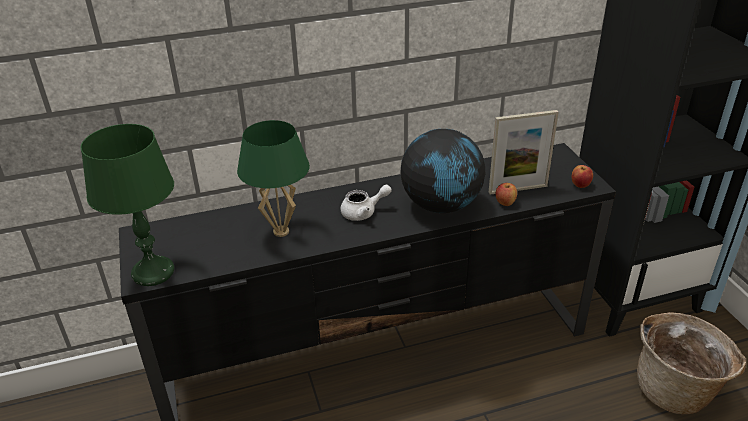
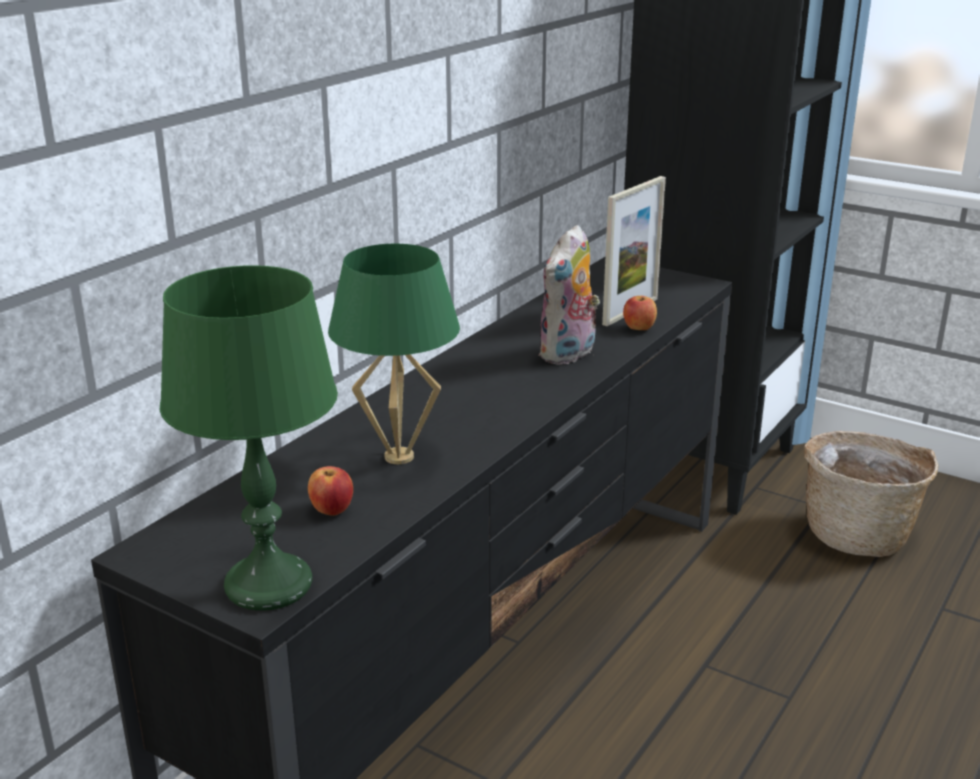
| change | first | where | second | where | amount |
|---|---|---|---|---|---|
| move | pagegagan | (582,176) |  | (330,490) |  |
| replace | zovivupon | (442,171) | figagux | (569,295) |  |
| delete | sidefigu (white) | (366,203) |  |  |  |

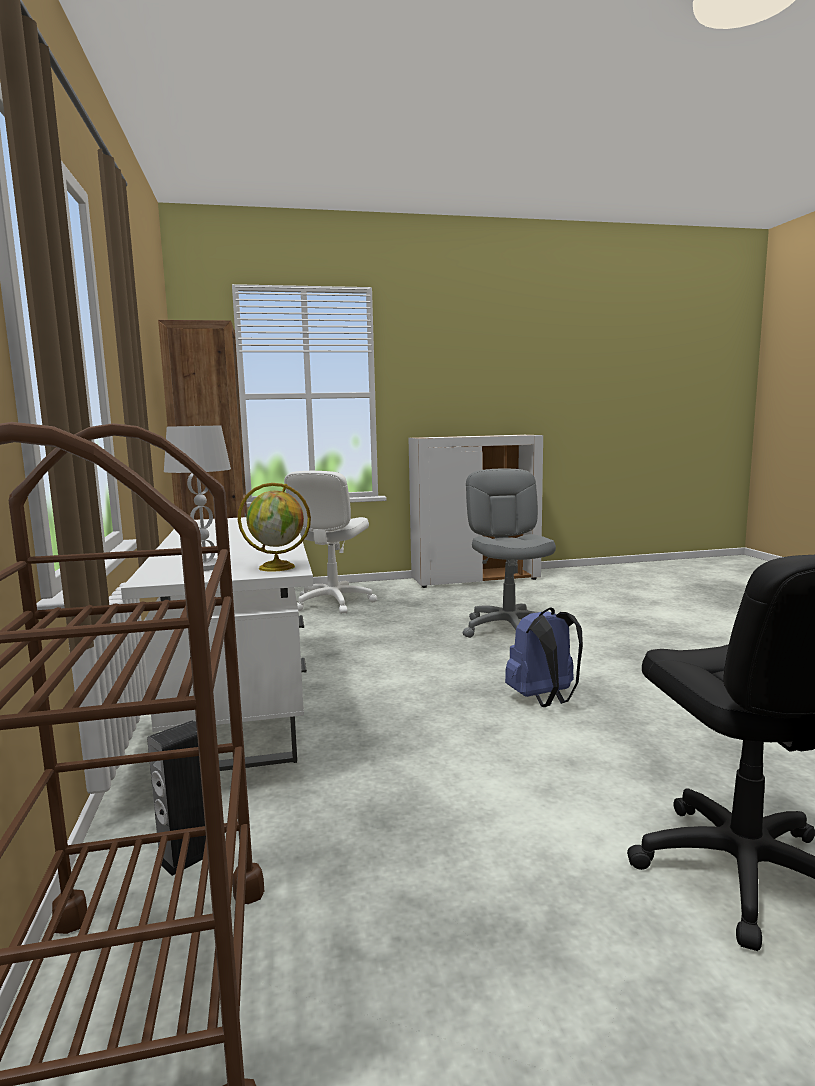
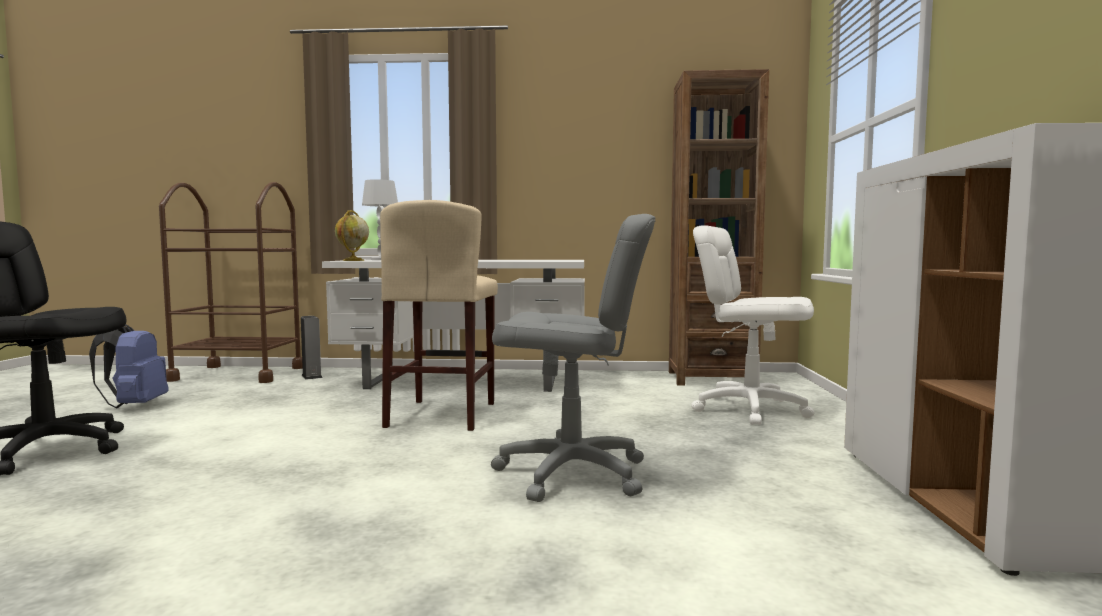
| change | first | where | second | where | amount |
|---|---|---|---|---|---|
| move | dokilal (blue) | (544,657) |  | (129,367) |  |
| insert |  |  | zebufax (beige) | (439,315) |  |

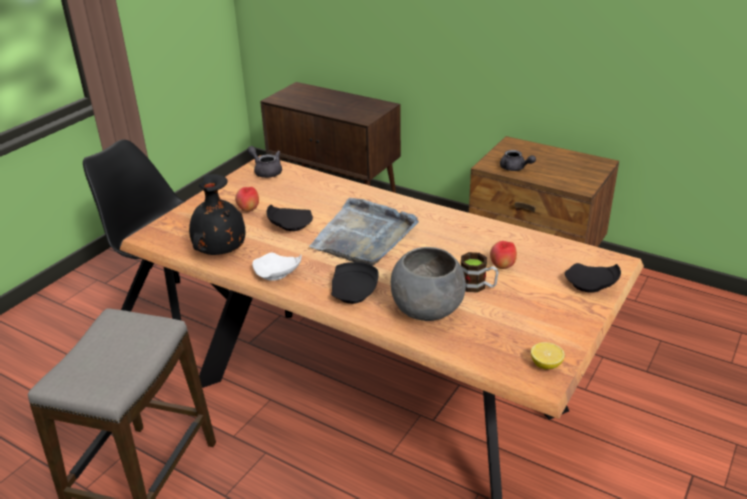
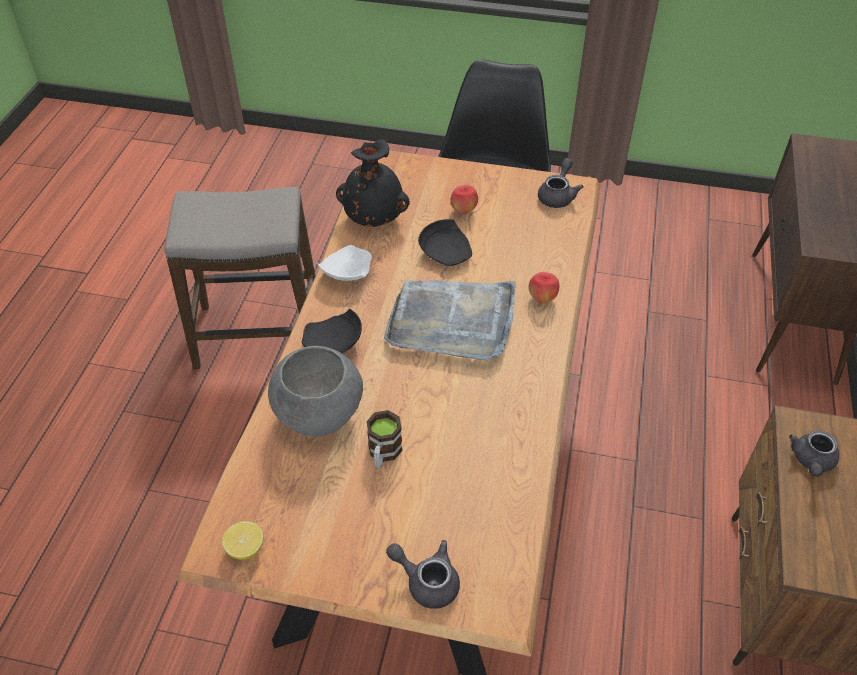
| change | first | where | second | where | amount |
|---|---|---|---|---|---|
| replace | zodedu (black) | (593,278) | sidefigu (grey) | (423,574) |  |
| move | pagegagan | (503,255) |  | (544,288) |  |

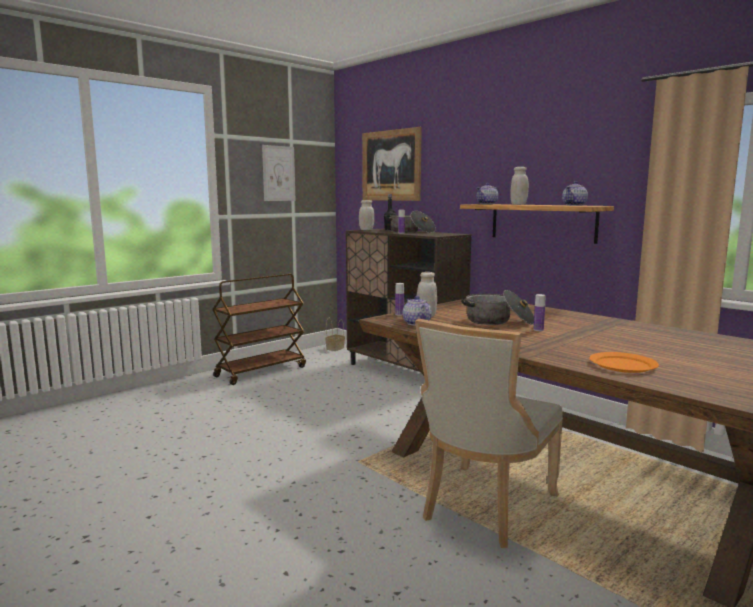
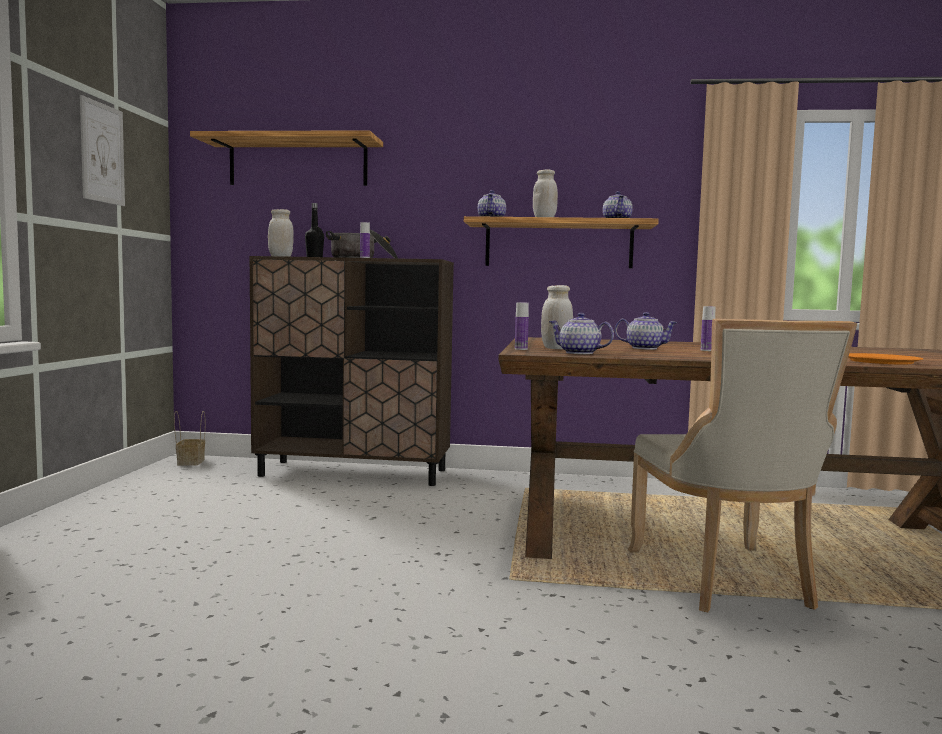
| change | first | where | second | where | amount |
|---|---|---|---|---|---|
| replace | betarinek | (392,164) | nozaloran | (286,158) |  |
| replace | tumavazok | (497,307) | sidefigu | (646,330) |  |
| delete | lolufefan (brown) | (259,329) |  |  |  |

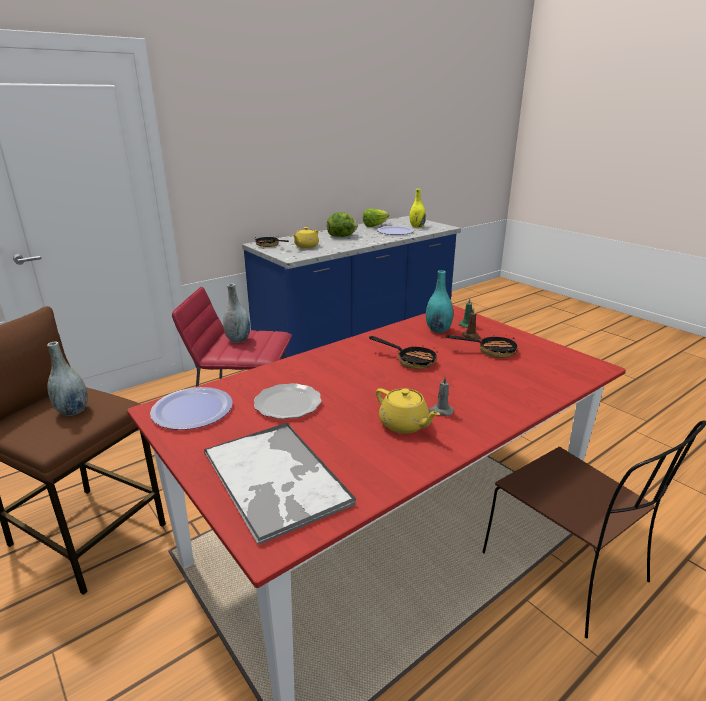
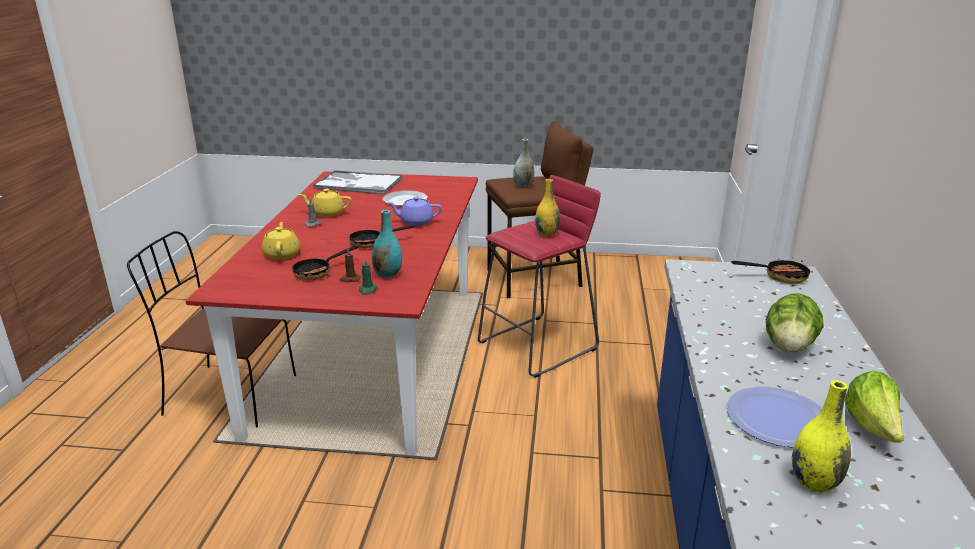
| change | first | where | second | where | amount |
|---|---|---|---|---|---|
| move | sidefigu (yellow) | (305,237) |  | (281,241) |  |
| insert |  |  | sidefigu (purple) | (415,211) |  |
| recolor | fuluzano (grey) | (236,313) | fuluzano (yellow) | (547,208) |  |
| delete | zodedu | (191,408) |  |  |  |

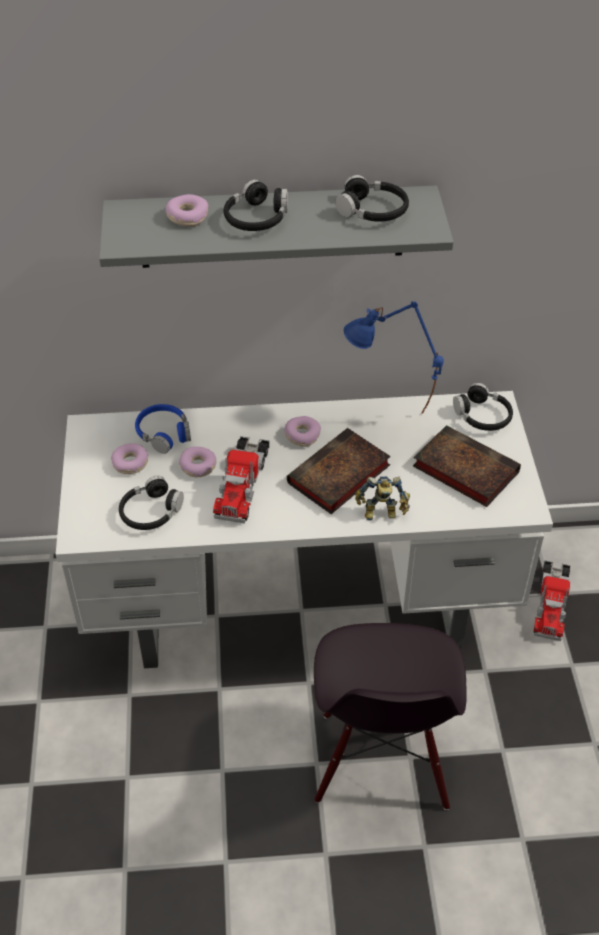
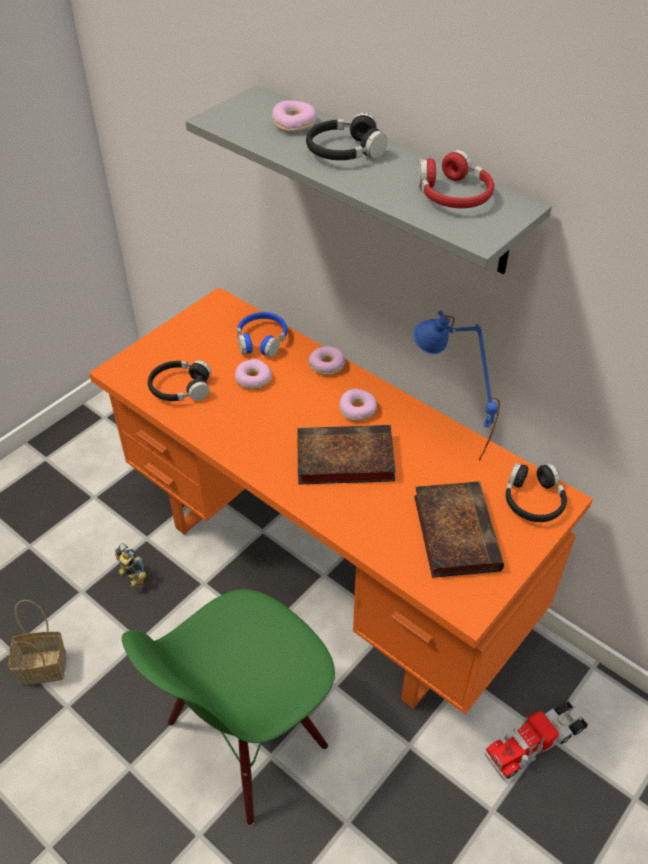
| change | first | where | second | where | amount |
|---|---|---|---|---|---|
| insert |  |  | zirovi | (37,642) |  |
| recolor | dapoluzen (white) | (304,529) | dapoluzen (orange) | (341,501) |  |
| move | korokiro | (382,498) |  | (131,565) |  |
| recolor | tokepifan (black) | (390,716) | tokepifan (green) | (228,707) |  |
| move | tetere | (129,458) |  | (327,360) |  |
| recolor | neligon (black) | (372,198) | neligon (red) | (456,179) |  |
| delete | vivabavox | (241,480) |  |  |  |

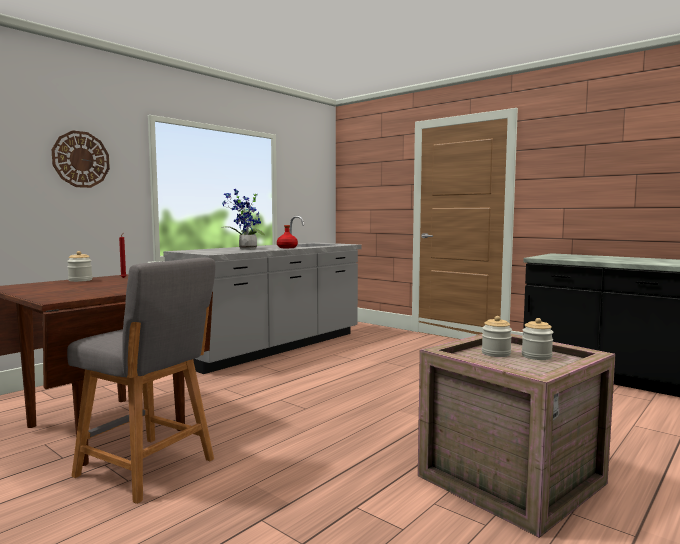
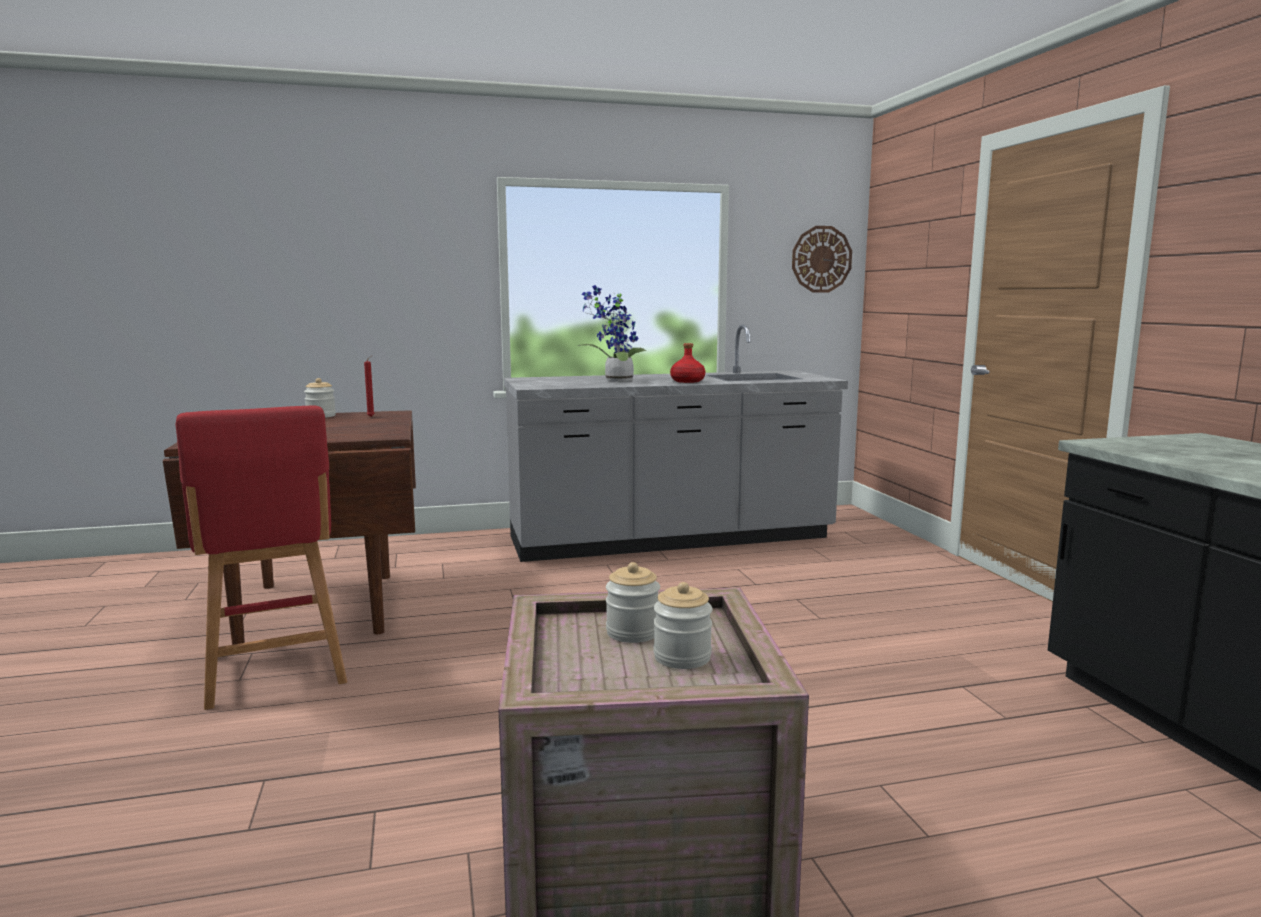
| change | first | where | second | where | amount |
|---|---|---|---|---|---|
| recolor | zebufax (grey) | (141,380) | zebufax (red) | (261,558) |  |
| move | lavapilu | (81,159) |  | (822,259) |  |

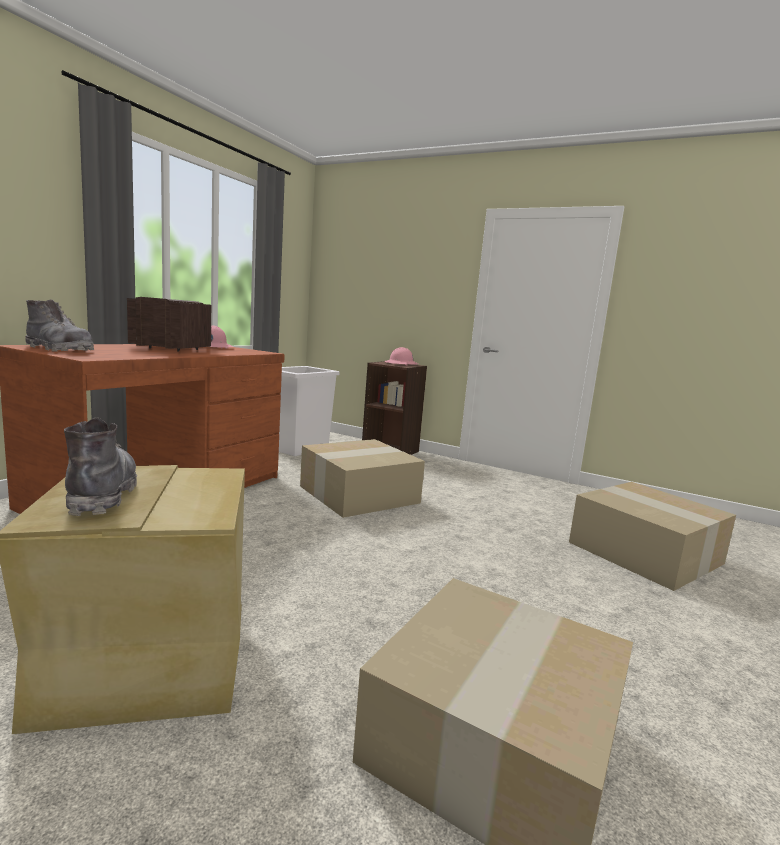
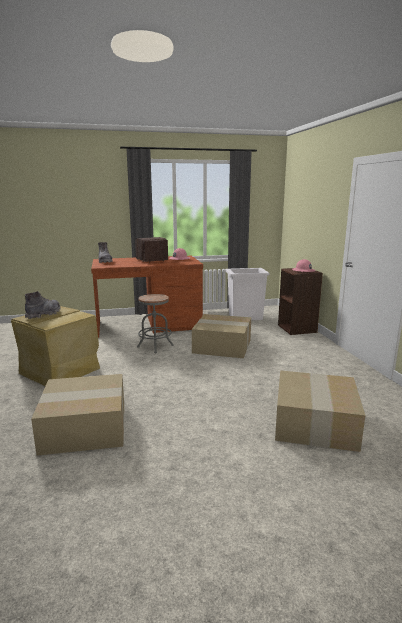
| change | first | where | second | where | amount |
|---|---|---|---|---|---|
| insert |  |  | zebufax (grey) | (155,323) |  |

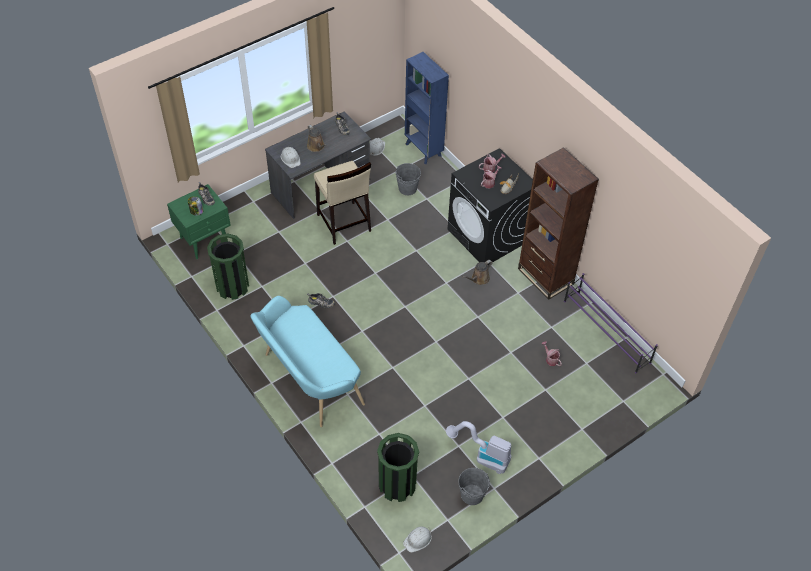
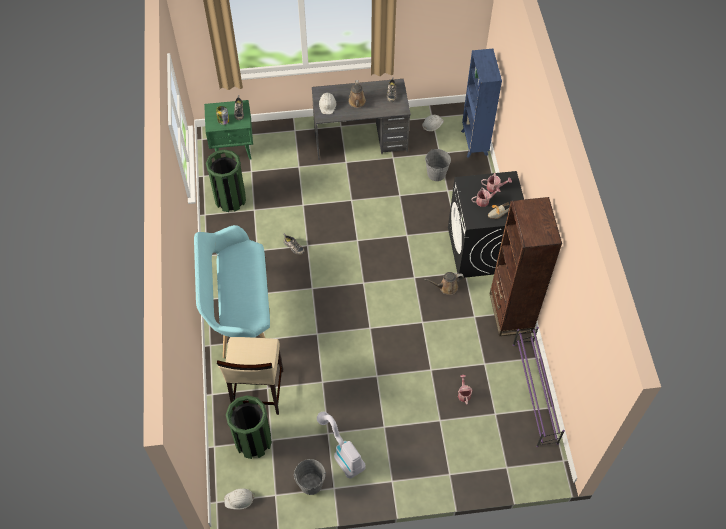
| change | first | where | second | where | amount |
|---|---|---|---|---|---|
| move | zebufax (beige) | (342,203) |  | (250,376) |  |

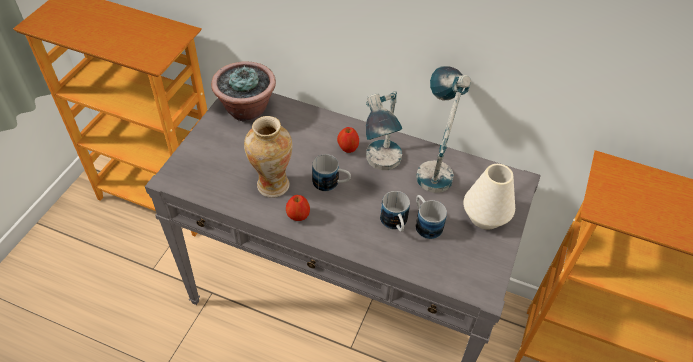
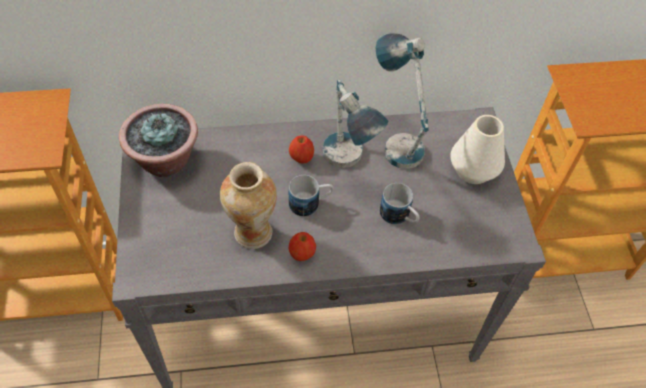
| change | first | where | second | where | amount |
|---|---|---|---|---|---|
| delete | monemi | (431,217) |  |  |  |

